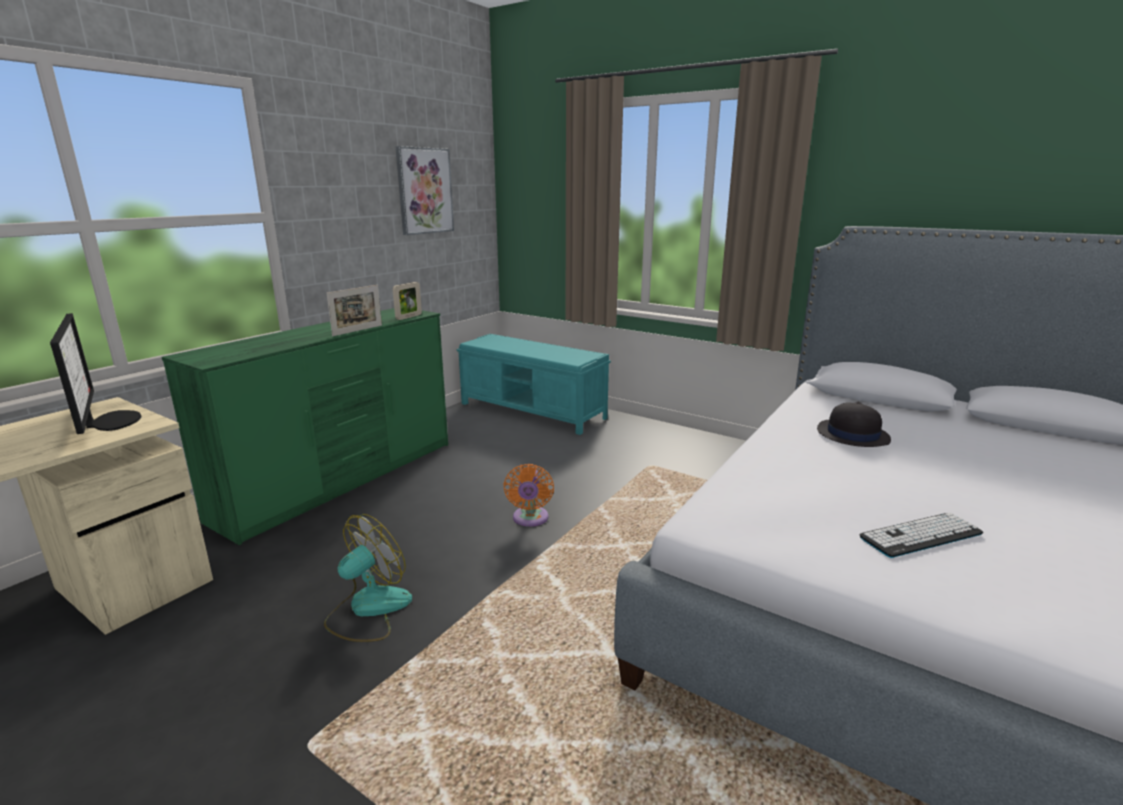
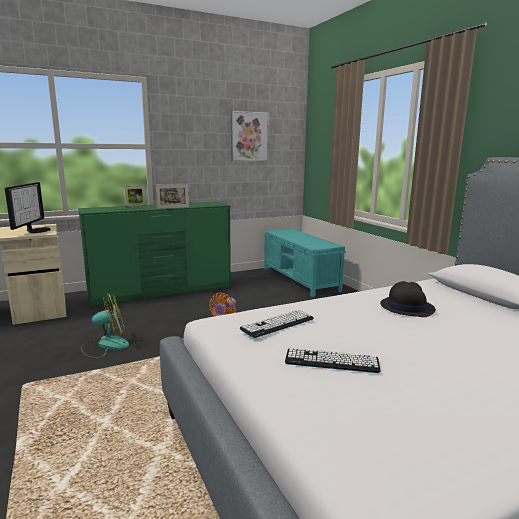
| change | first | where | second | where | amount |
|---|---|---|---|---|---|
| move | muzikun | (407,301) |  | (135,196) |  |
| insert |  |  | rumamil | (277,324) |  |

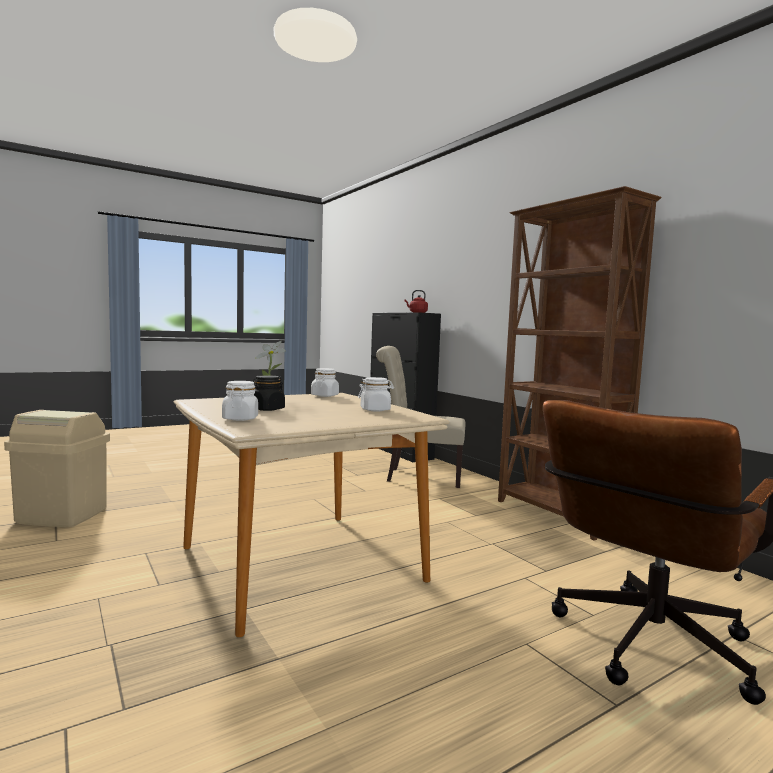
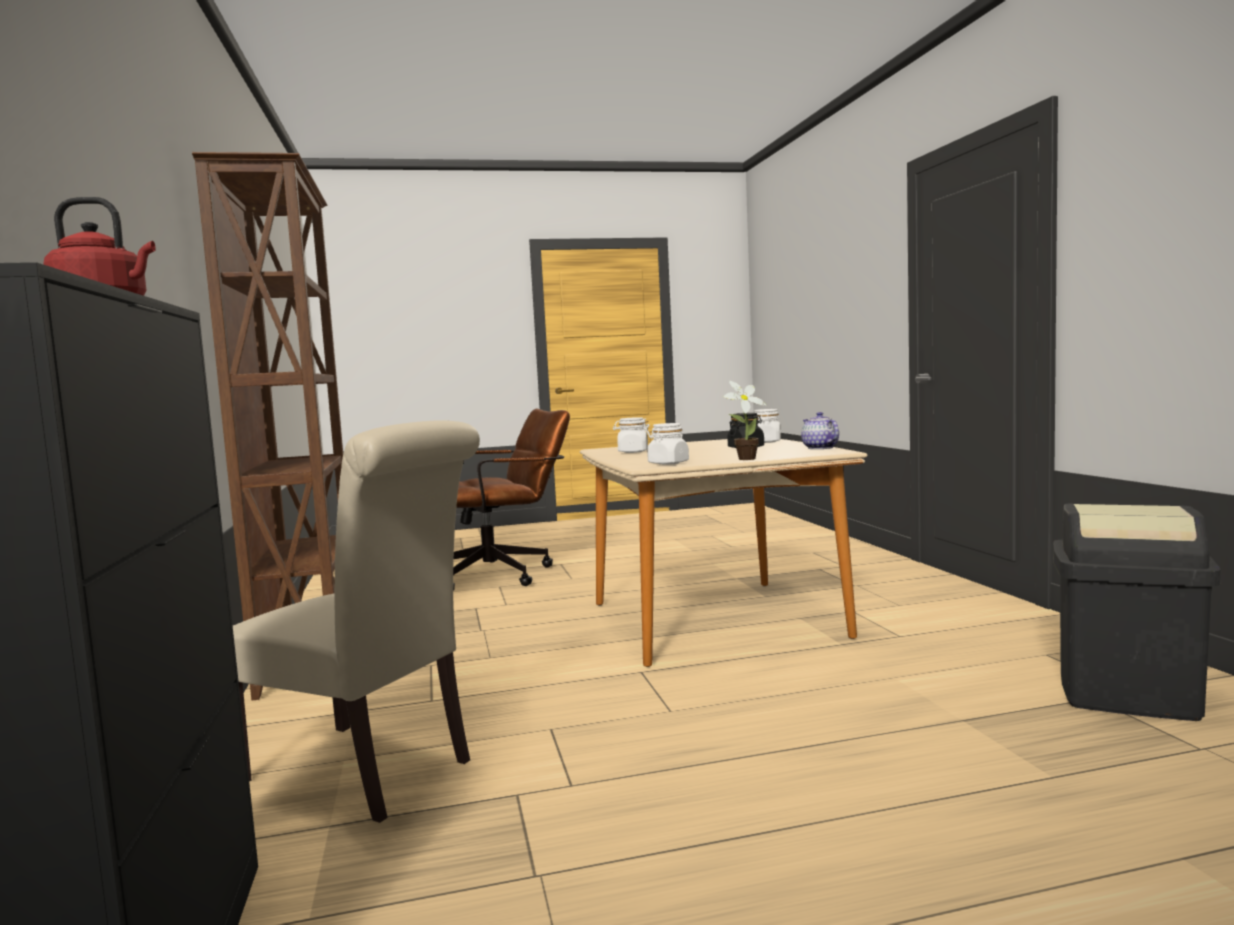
| change | first | where | second | where | amount |
|---|---|---|---|---|---|
| insert |  |  | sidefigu | (820,430) |  |
| recolor | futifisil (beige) | (57,468) | futifisil (black) | (1137,612) |  |

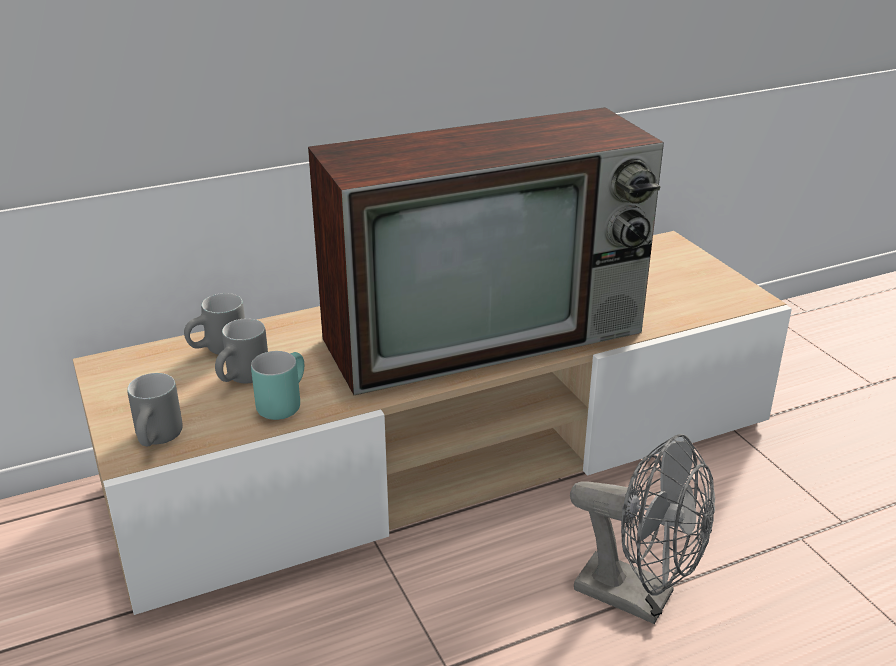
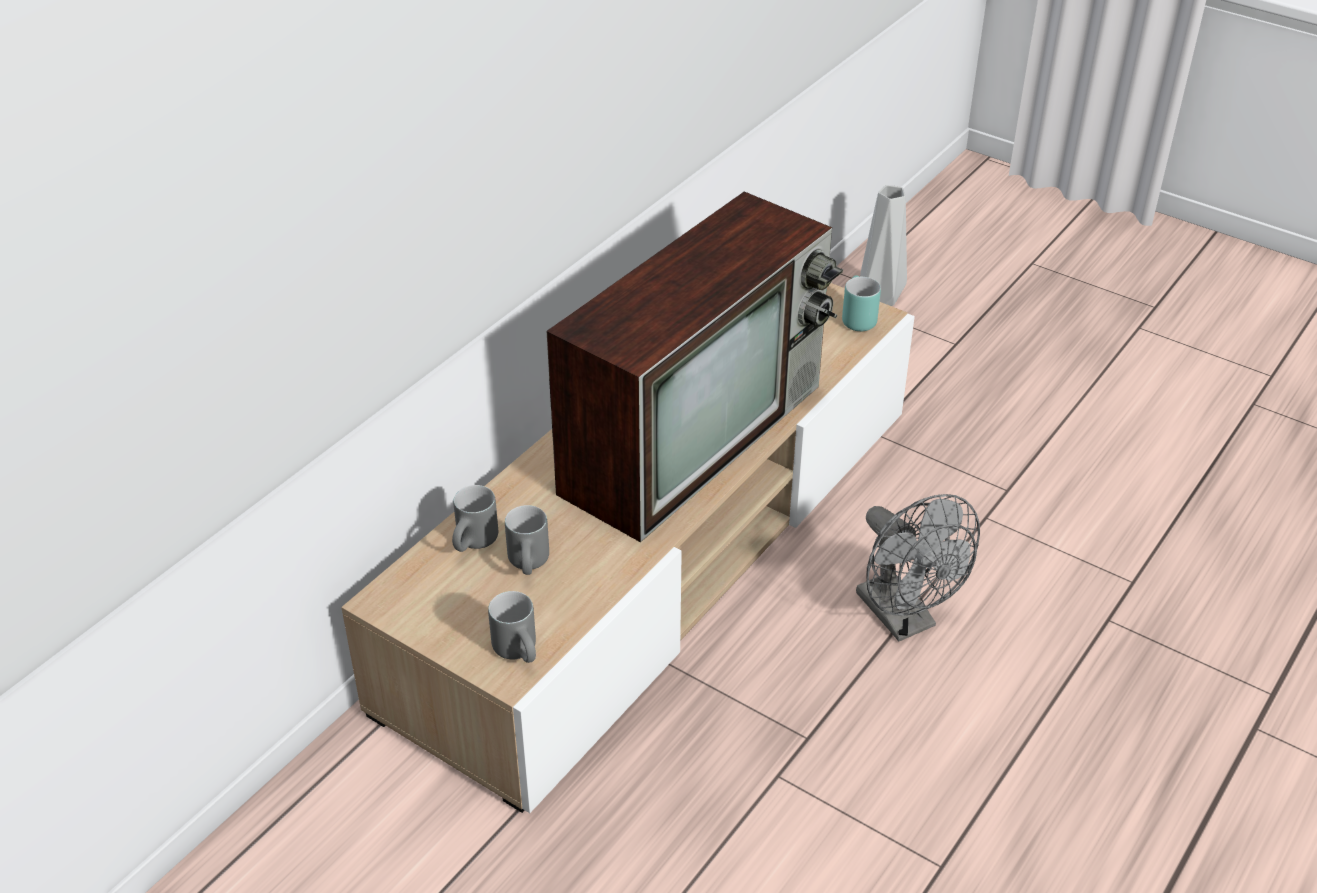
| change | first | where | second | where | amount |
|---|---|---|---|---|---|
| move | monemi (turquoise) | (277,385) |  | (861,303) |  |
| rotate | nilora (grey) | (642,529) |  | (918,567) | 60 degrees clockwise |
| insert |  |  | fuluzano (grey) | (883,245) |  |

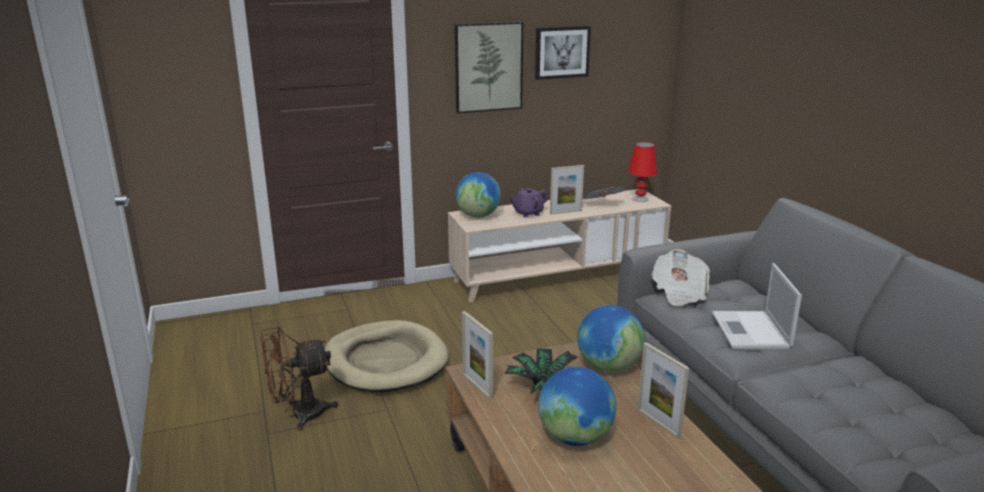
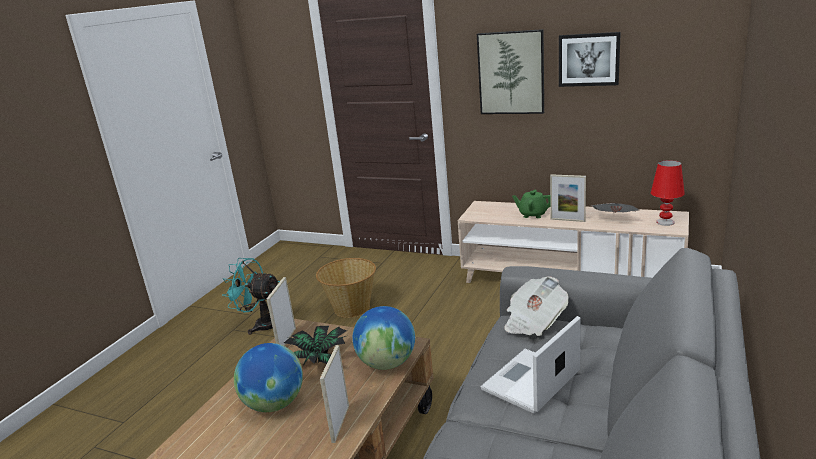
| change | first | where | second | where | amount |
|---|---|---|---|---|---|
| recolor | nilora (brown) | (299,378) | nilora (turquoise) | (251,296) |  |
| replace | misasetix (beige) | (387,356) | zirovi | (346,288) |  |
| recolor | sidefigu (purple) | (528,203) | sidefigu (green) | (531,204) |  |
| delete | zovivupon | (478,195) |  |  |  |

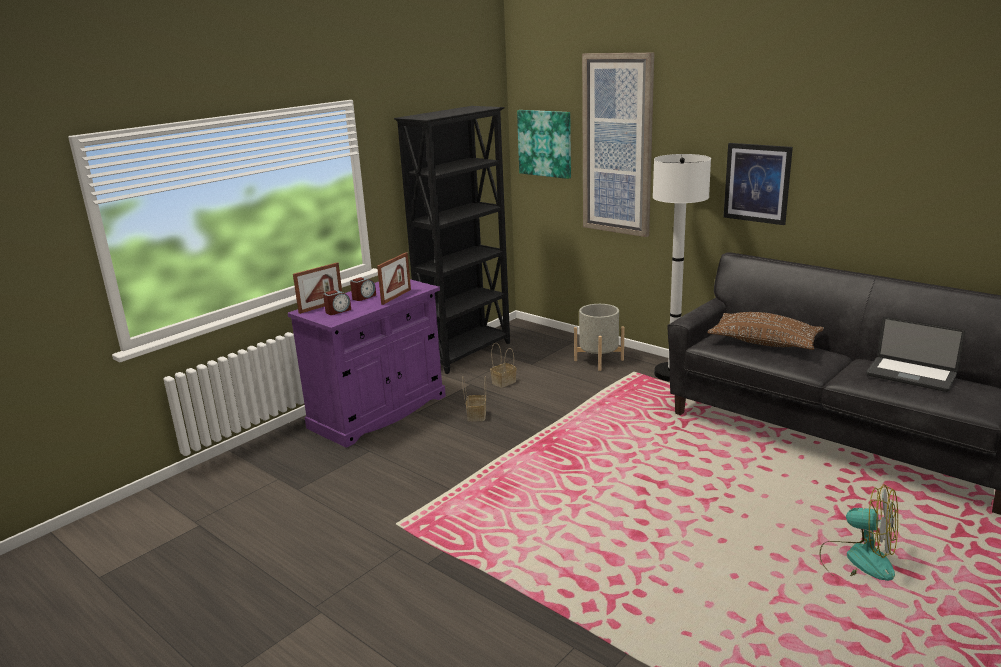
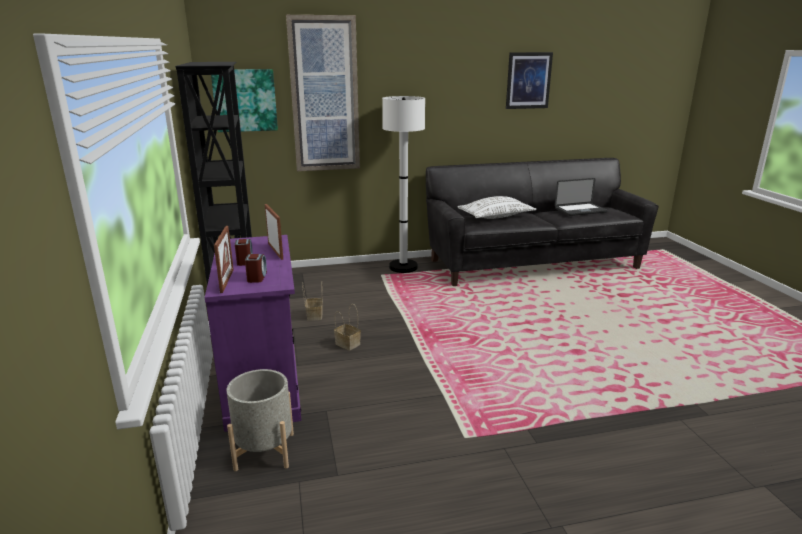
| change | first | where | second | where | amount |
|---|---|---|---|---|---|
| move | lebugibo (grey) | (599,337) |  | (260,420) |  |
| recolor | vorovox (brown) | (765,331) | vorovox (white) | (497,207) |  |
| move | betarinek | (758,184) |  | (529,80) |  |
| delete | nilora | (859,532) |  |  |  |

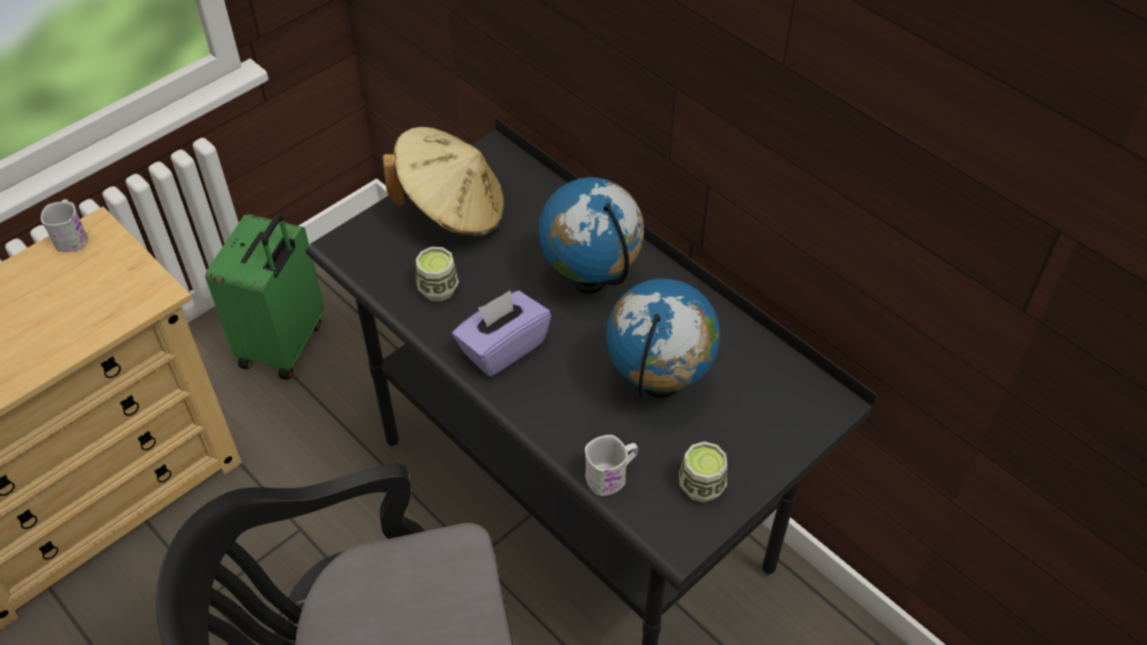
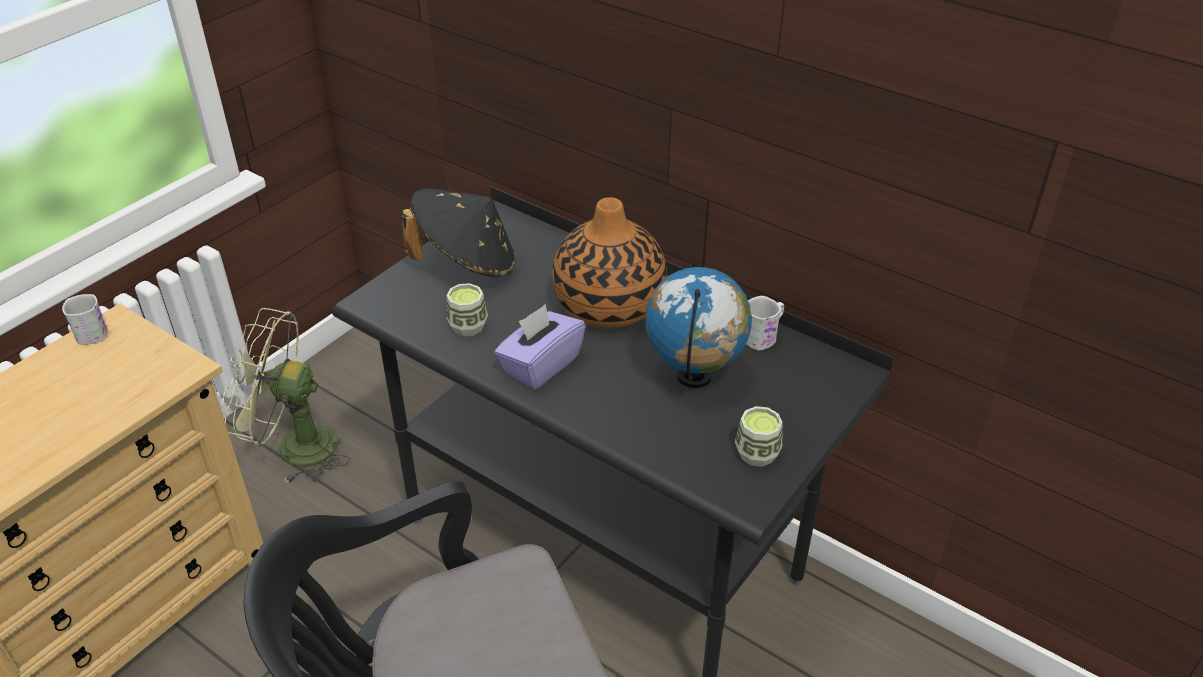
| change | first | where | second | where | amount |
|---|---|---|---|---|---|
| replace | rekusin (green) | (265,296) | nilora (green) | (286,395) |  |
| recolor | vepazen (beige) | (444,182) | vepazen (black) | (458,233) |  |
| replace | zovivupon | (591,235) | fuluzano | (609,262) |  |
| move | monemi (white) | (611,465) |  | (765,323) |  |

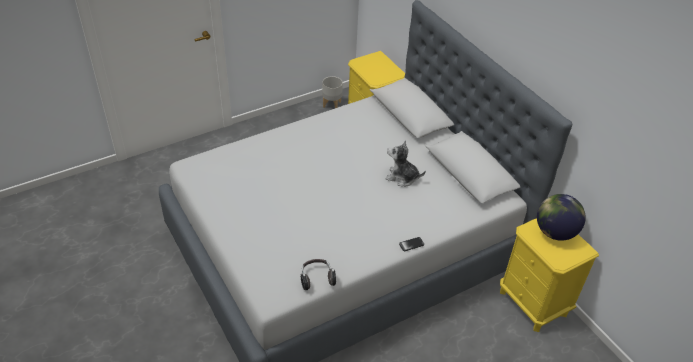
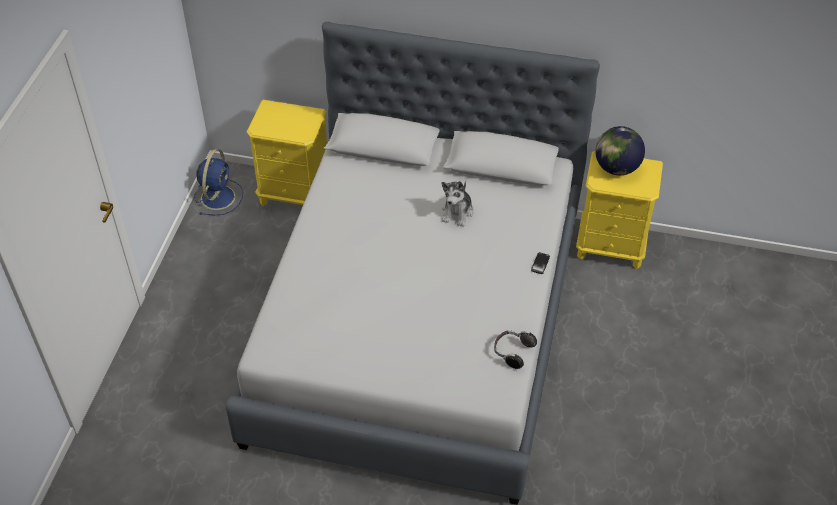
| change | first | where | second | where | amount |
|---|---|---|---|---|---|
| replace | lebugibo (grey) | (332,92) | nilora (blue) | (218,182) |  |
| rotate | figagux | (406,163) |  | (457,204) | 45 degrees counterclockwise |

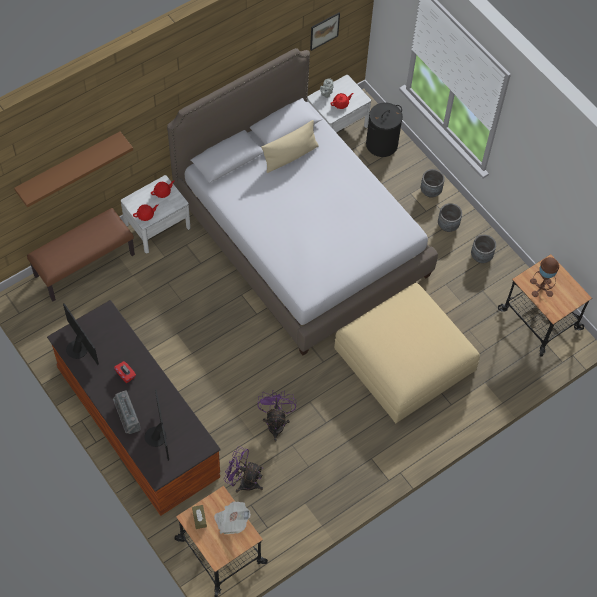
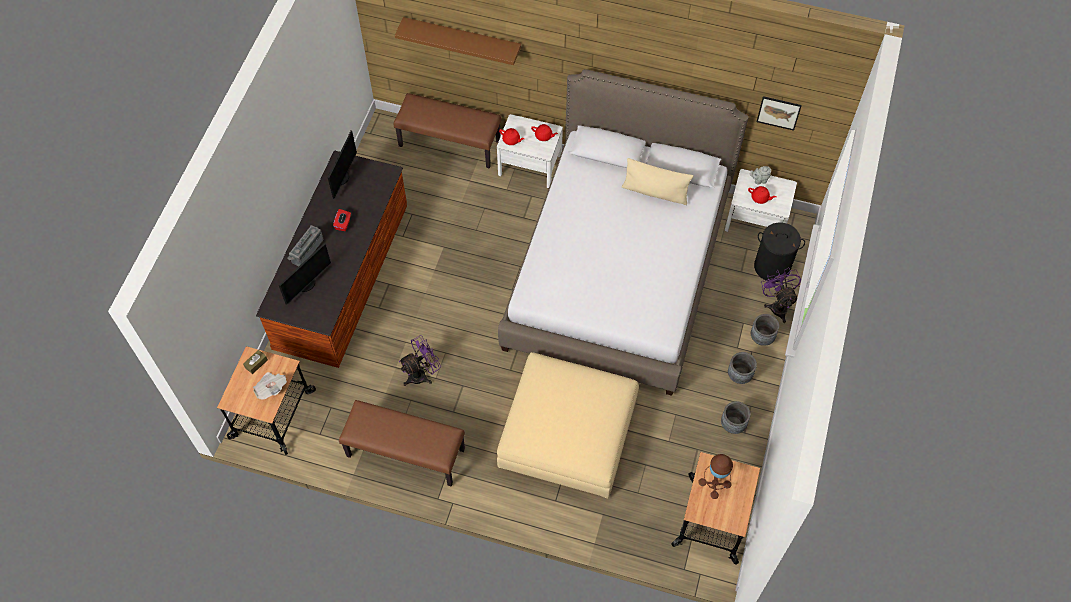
| change | first | where | second | where | amount |
|---|---|---|---|---|---|
| insert |  |  | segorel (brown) | (402,443) |  |
| move | nilora (purple) | (243,469) |  | (781,295) |  |

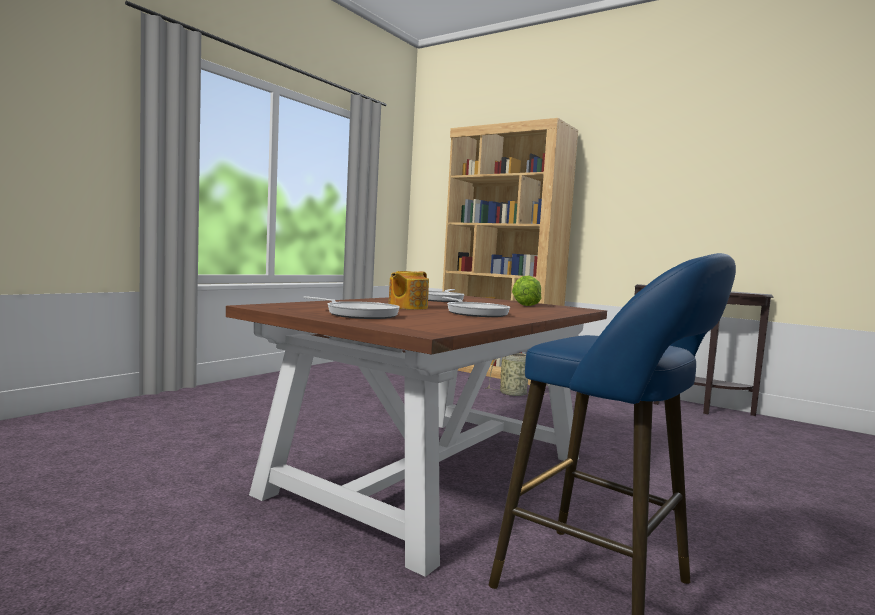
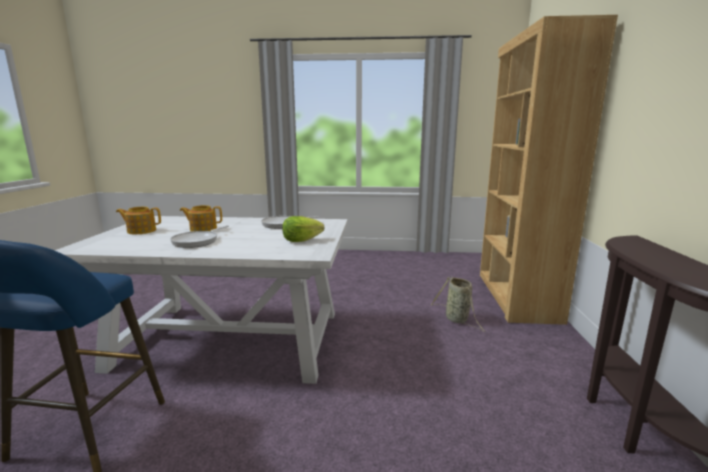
| change | first | where | second | where | amount |
|---|---|---|---|---|---|
| recolor | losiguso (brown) | (416,436) | losiguso (white) | (201,300) |  |
| replace | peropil | (351,308) | sidefigu | (138,220) |  |

